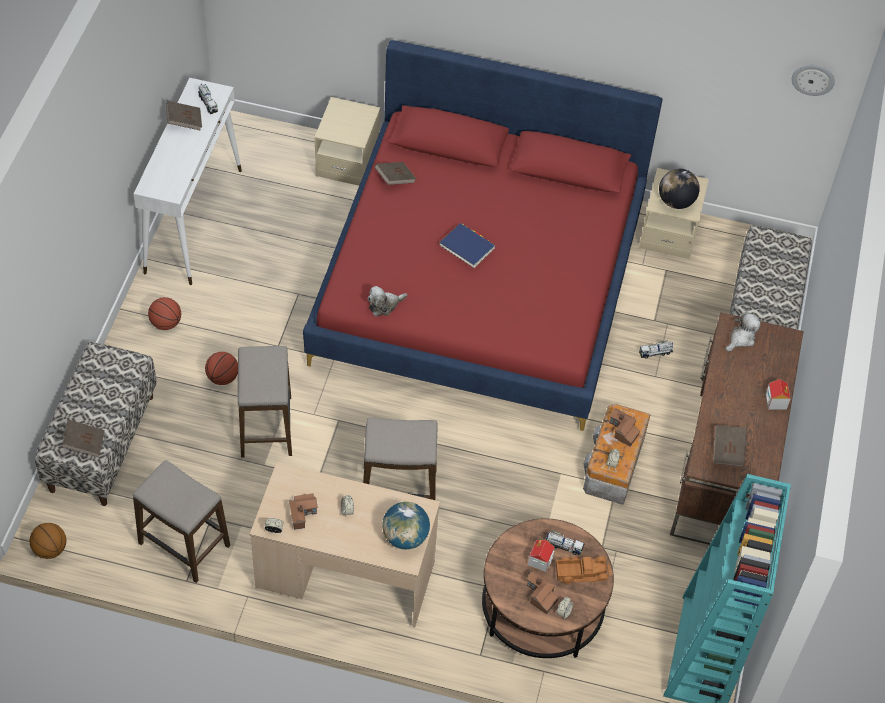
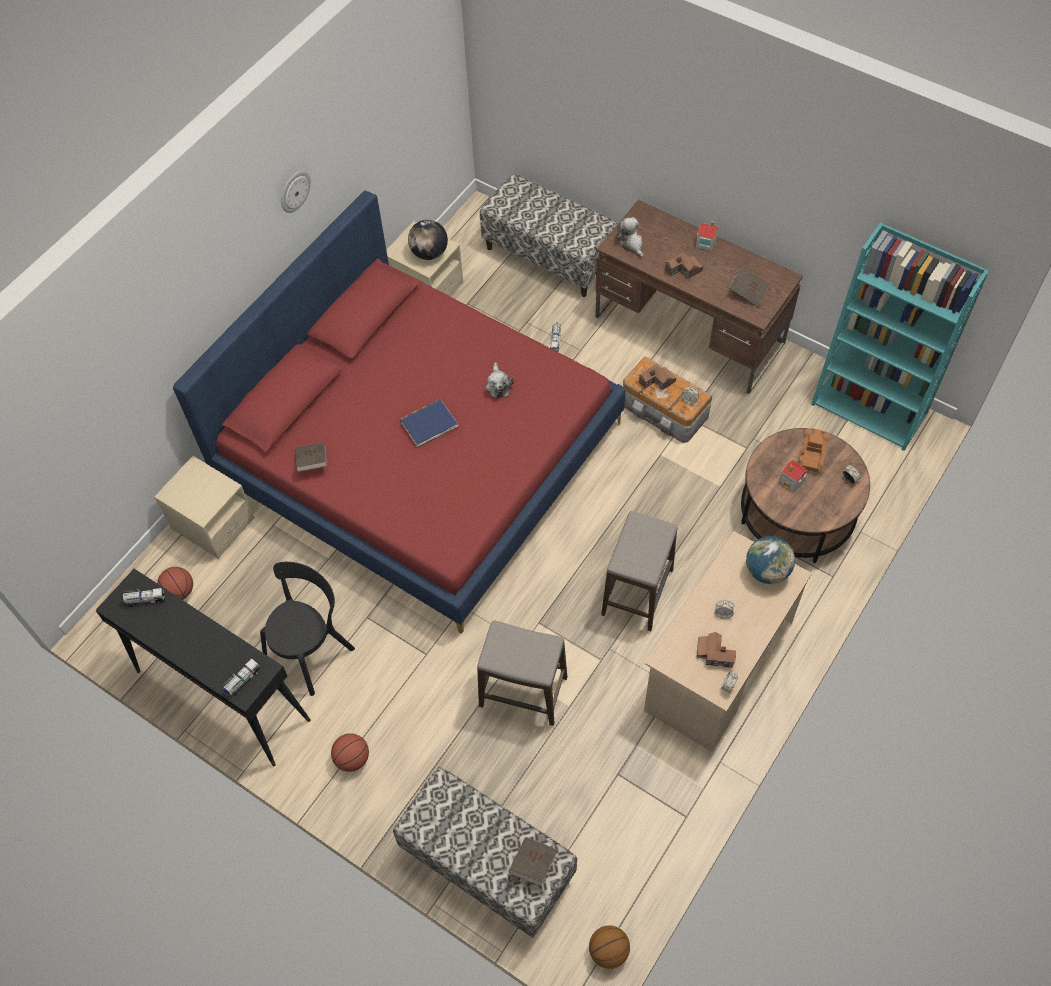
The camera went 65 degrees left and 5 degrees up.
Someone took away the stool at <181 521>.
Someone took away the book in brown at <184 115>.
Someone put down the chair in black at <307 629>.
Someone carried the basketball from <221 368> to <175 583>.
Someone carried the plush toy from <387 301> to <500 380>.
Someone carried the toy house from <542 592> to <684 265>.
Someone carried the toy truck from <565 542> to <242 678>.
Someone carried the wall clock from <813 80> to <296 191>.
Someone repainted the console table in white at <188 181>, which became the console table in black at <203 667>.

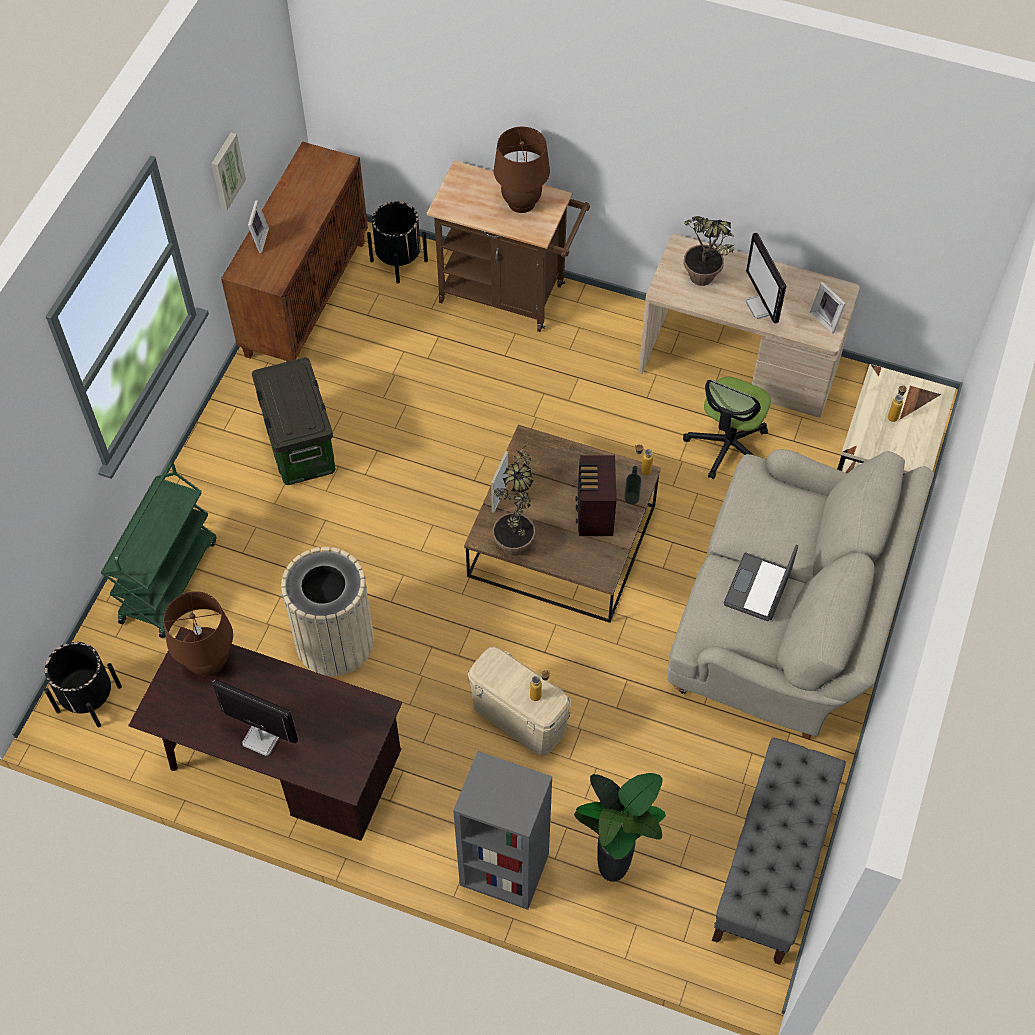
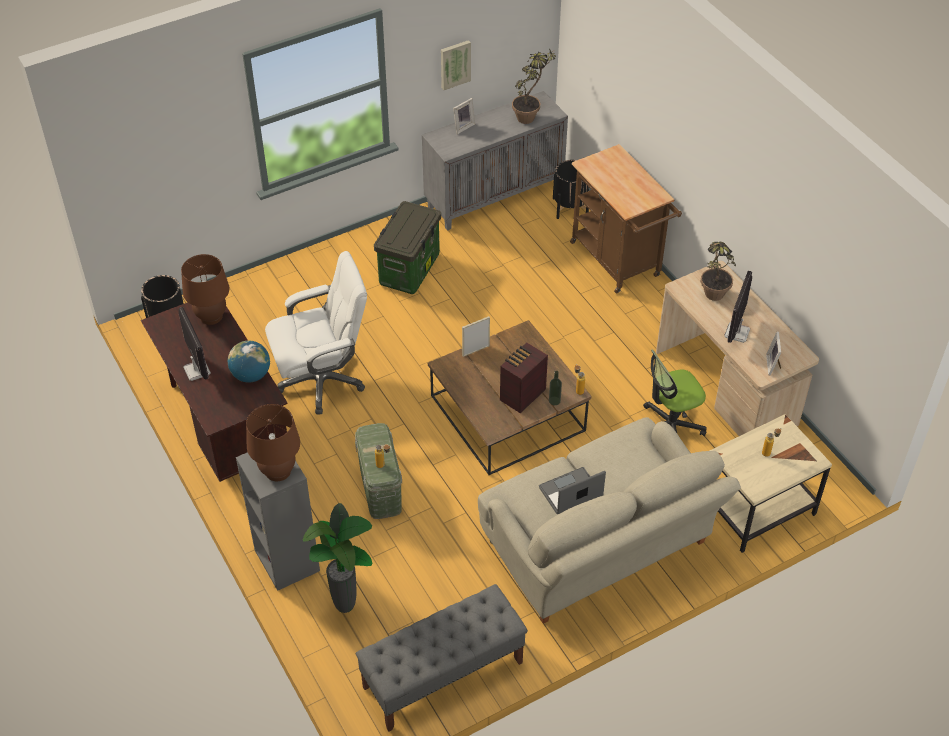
The camera went 40 degrees right and 10 degrees down.
Someone took away the cart in green at <158 550>.
Someone put down the globe at <249 362>.
Someone carried the potted plant from <514 500> to <535 86>.
Someone carried the table lamp in brown from <522 170> to <273 442>.
Someone swapped the trash can in beige at <327 611> for the office chair in white at <316 332>.
Someone repainted the cabinet in brown at <294 252>, which became the cabinet in grey at <495 161>.
Someone repainted the storage box in beige at <520 701>, which became the storage box in green at <378 471>.

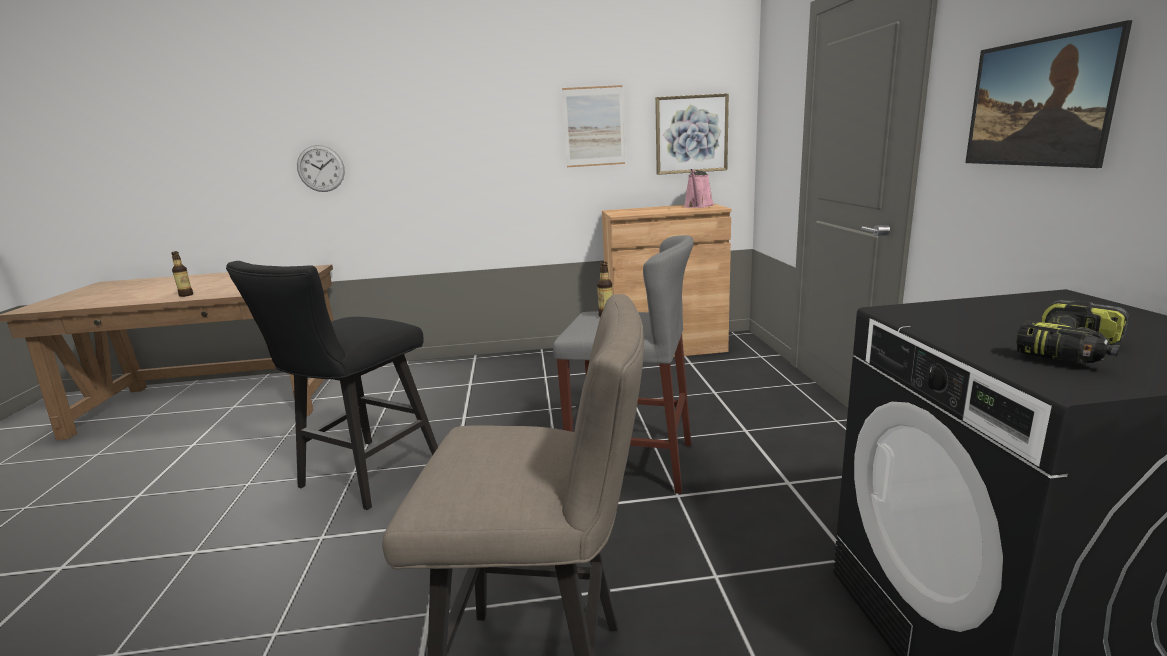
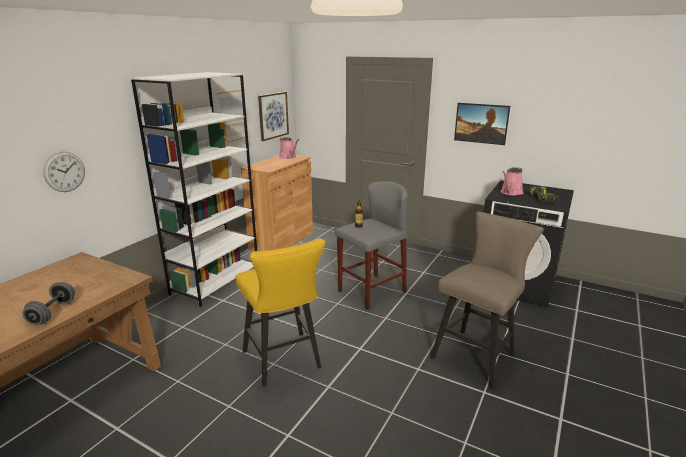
The camera went 55 degrees left and 5 degrees up.
Someone put down the bookcase in white at <194 189>.
Someone put down the watering can in pink at <512 181>.
Someone swapped the bottle at <182 274> for the dumbbell in grey at <48 303>.
Someone repainted the stool in black at <332 385>, which became the stool in yellow at <280 313>.

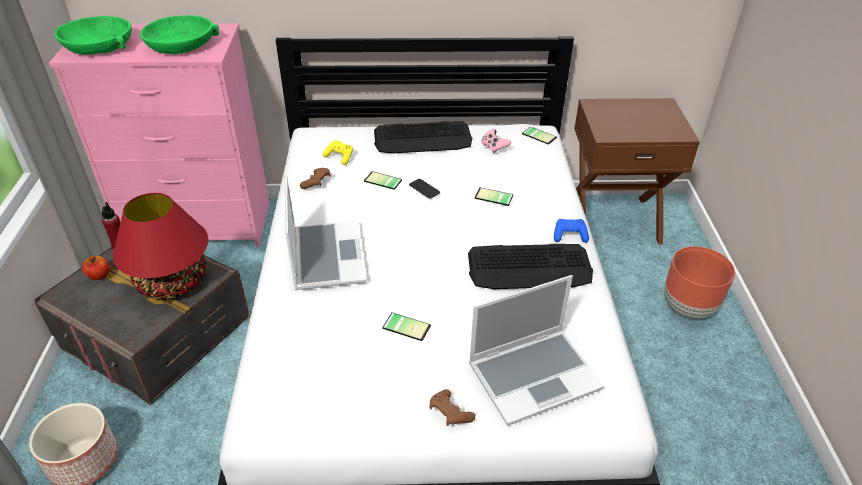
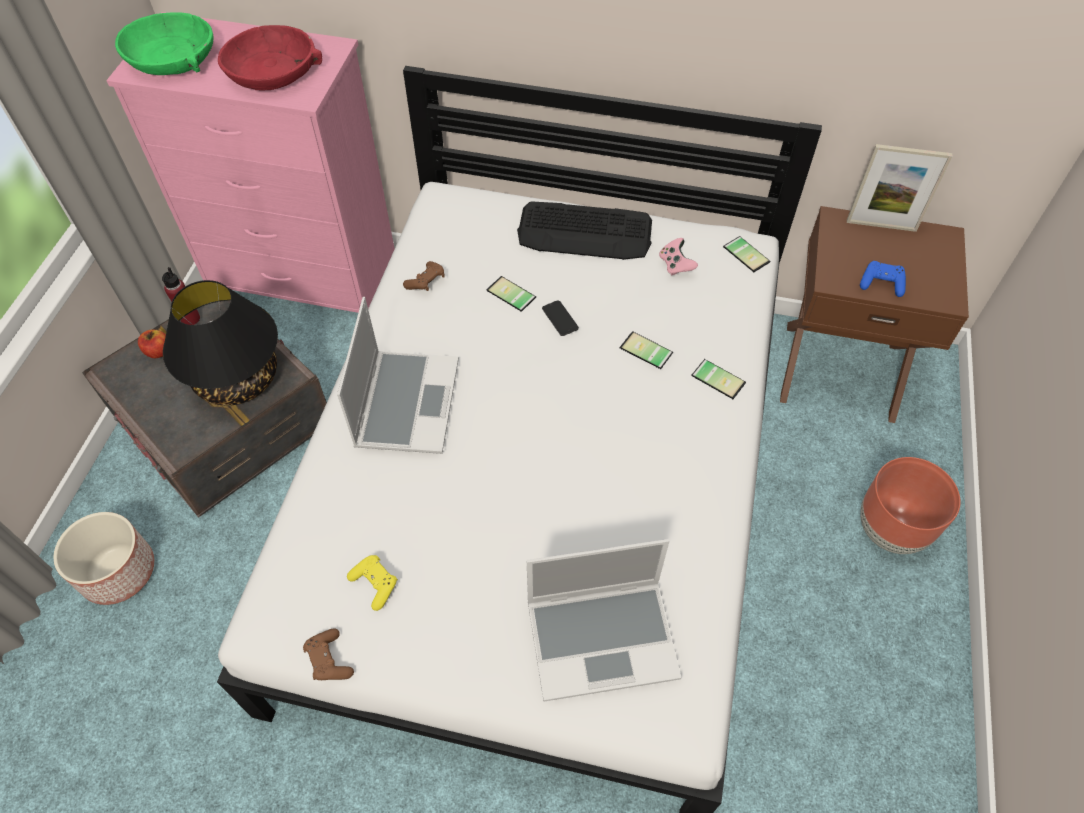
The camera went 15 degrees right and 15 degrees up.
Someone took away the keyboard at <530 267>.
Someone put down the picture frame at <899 188>.
Someone carried the game controller in yellow from <337 152> to <372 583>.
Someone carried the phone from <406 327> to <718 379>.
Someone carried the game controller in brown from <452 407> to <328 654>.
Someone carried the game controller in blue from <571 231> to <883 279>.
Someone repainted the table lamp in red at <160 246>, which became the table lamp in black at <220 343>.
Someone repainted the bowl in green at <179 34>, which became the bowl in red at <270 58>.

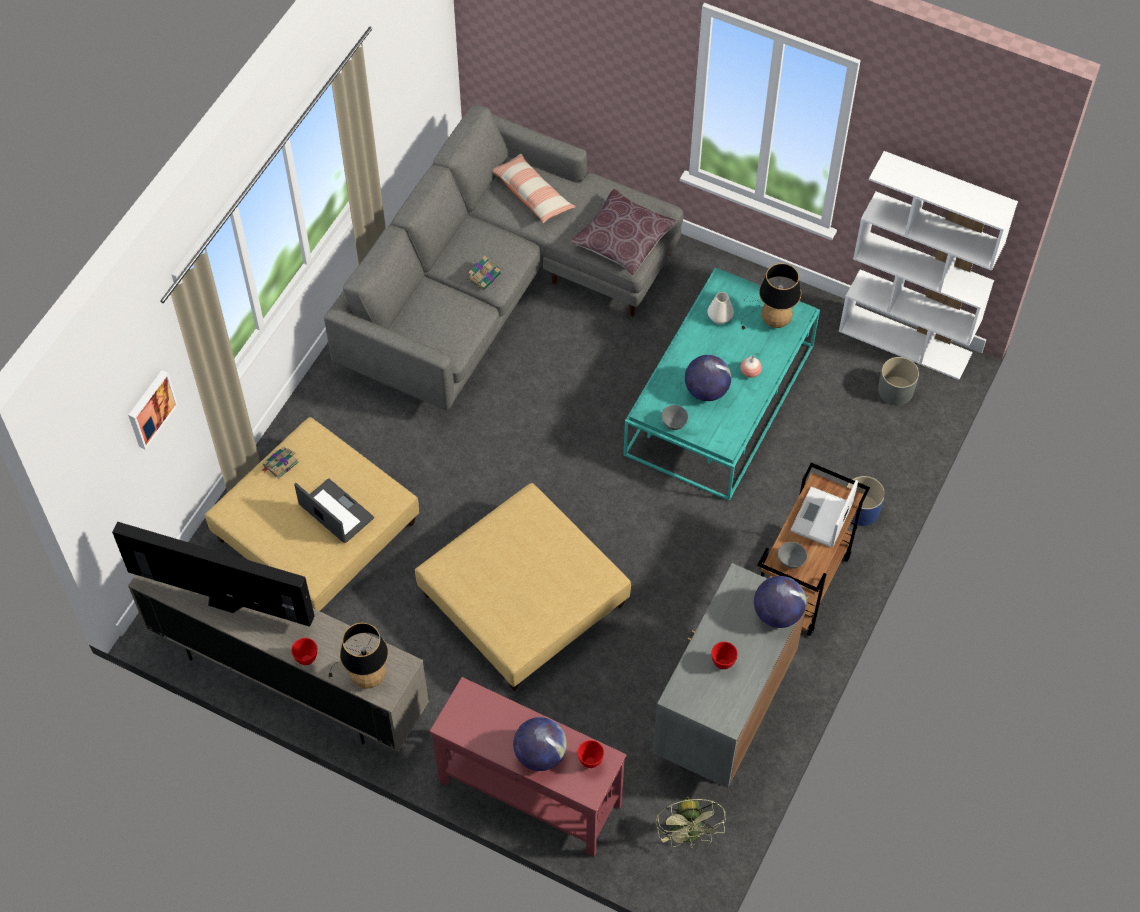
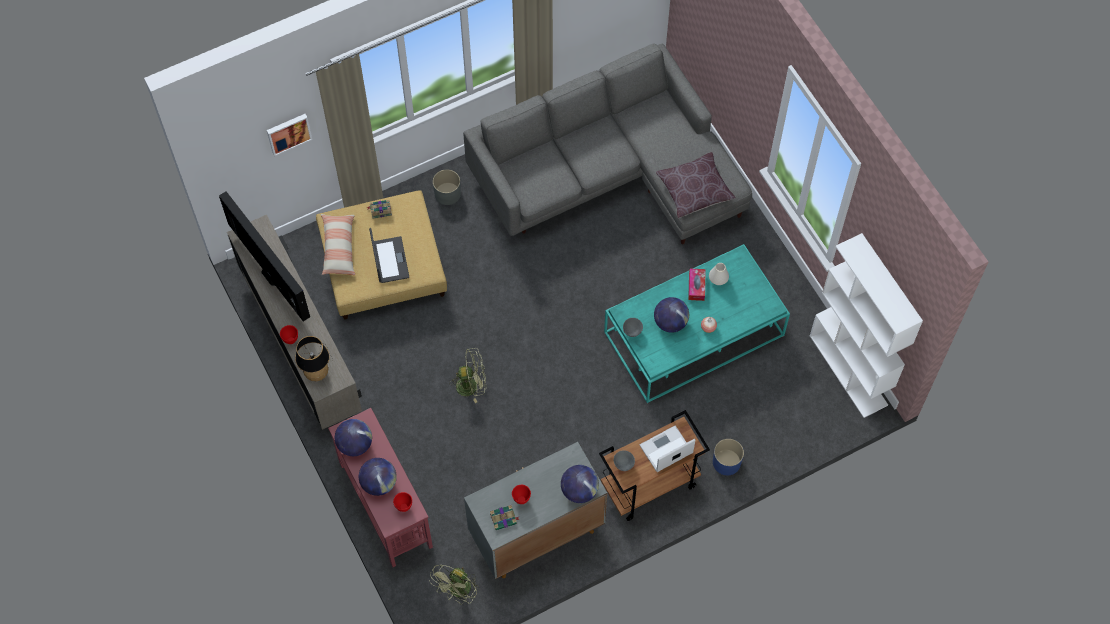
The camera went 35 degrees right and 5 degrees up.
Someone took away the table lamp at <771 296>.
Someone put down the globe at <353 437>.
Someone put down the tissue box at <697 285>.
Someone carried the book from <484 273> to <504 517>.
Someone carried the pillow from <534 188> to <338 244>.
Someone carried the planter in grey from <898 381> to <447 187>.
Someone swapped the ottoman in beige at <523 587> for the fan in green at <467 375>.

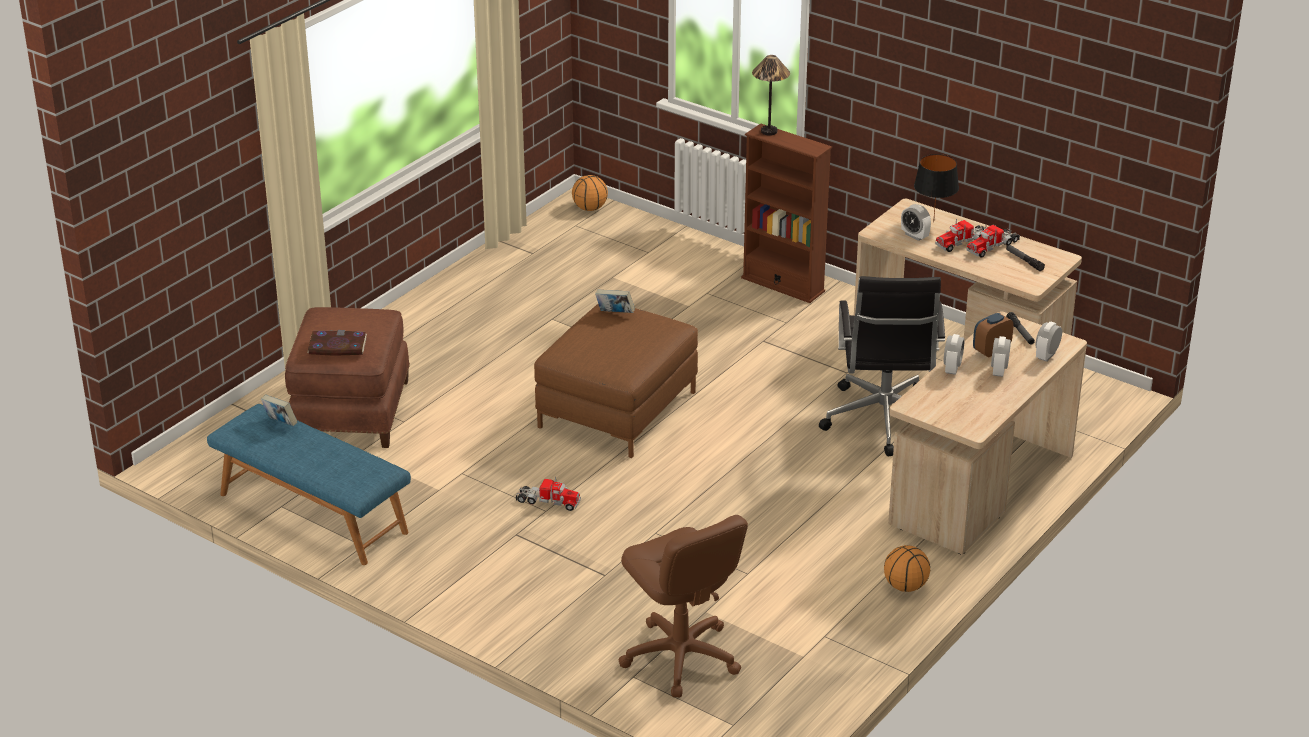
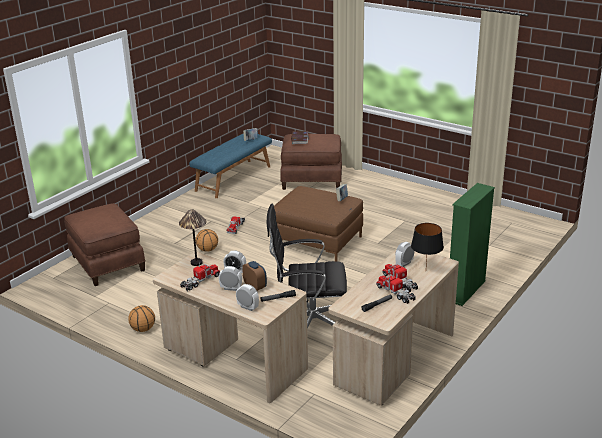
The camera went 90 degrees right and 5 degrees down.
Someone put down the toy truck at <200 276>.
Someone carried the basketball from <590 193> to <207 240>.
Someone carried the table lamp from <771 95> to <192 237>.
Someone swapped the office chair in brown at <683 606> for the ottoman in brown at <104 244>.
Someone repainted the bookcase in brown at <786 213>, which became the bookcase in green at <472 244>.

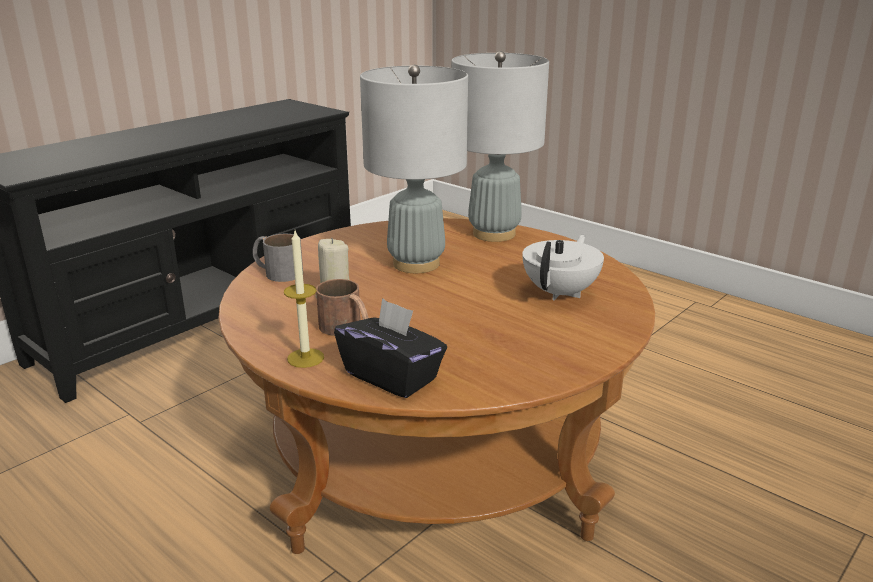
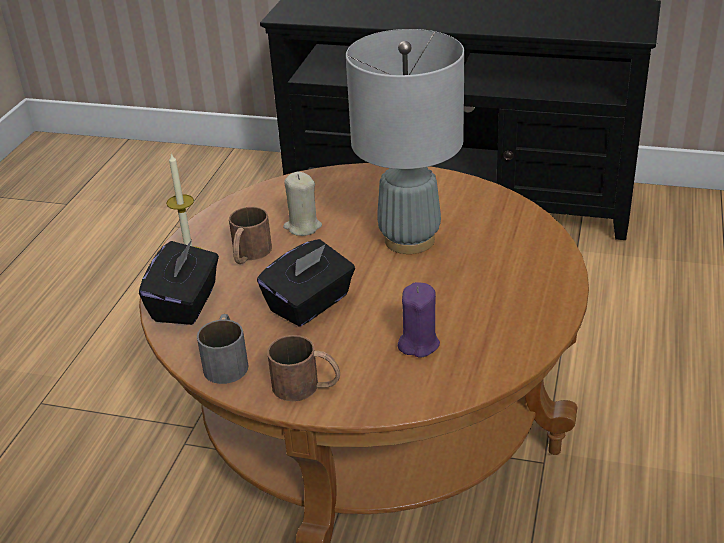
The camera went 65 degrees right and 10 degrees up.
Someone took away the table lamp in grey at <500 146>.
Someone put down the tissue box in black at <306 283>.
Someone put down the mug in brown at <303 368>.
Someone carried the mug in grey from <278 258> to <222 349>.
Someone swapped the teapot in white at <563 267> for the candle in purple at <419 320>.

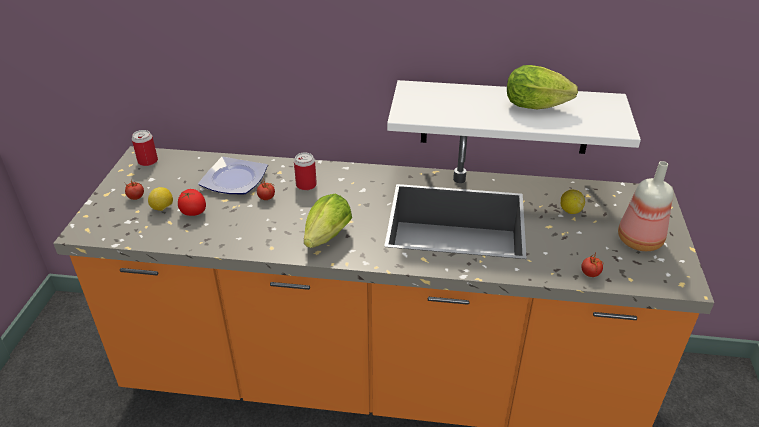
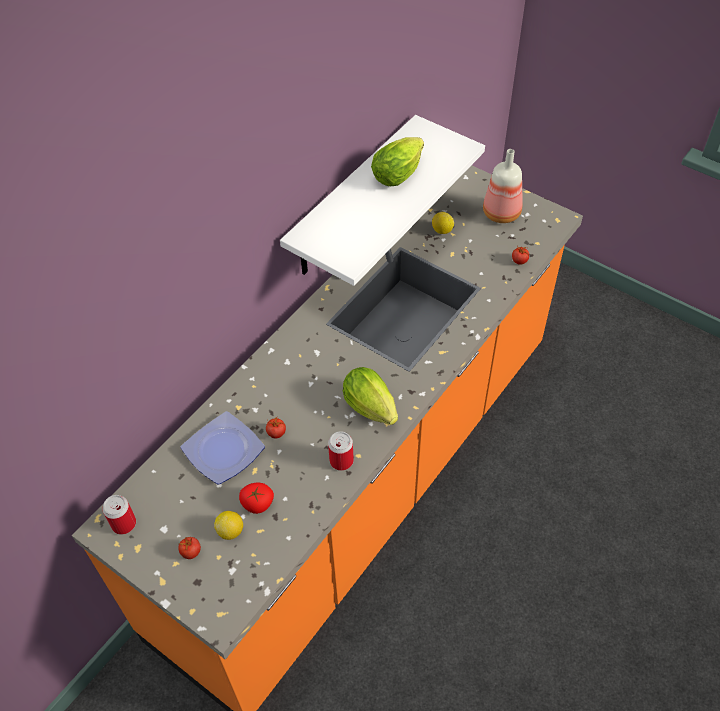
The camera went 60 degrees left and 15 degrees up.
Someone carried the can from <305 172> to <341 451>.

